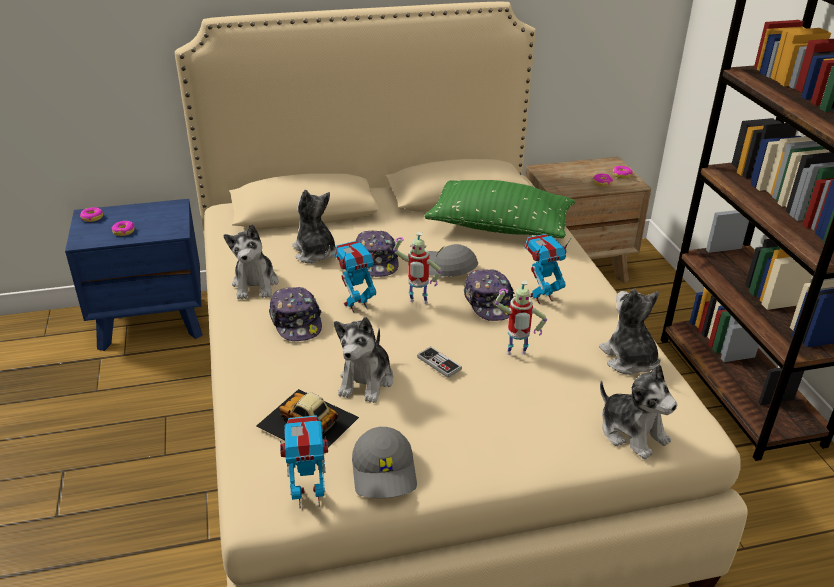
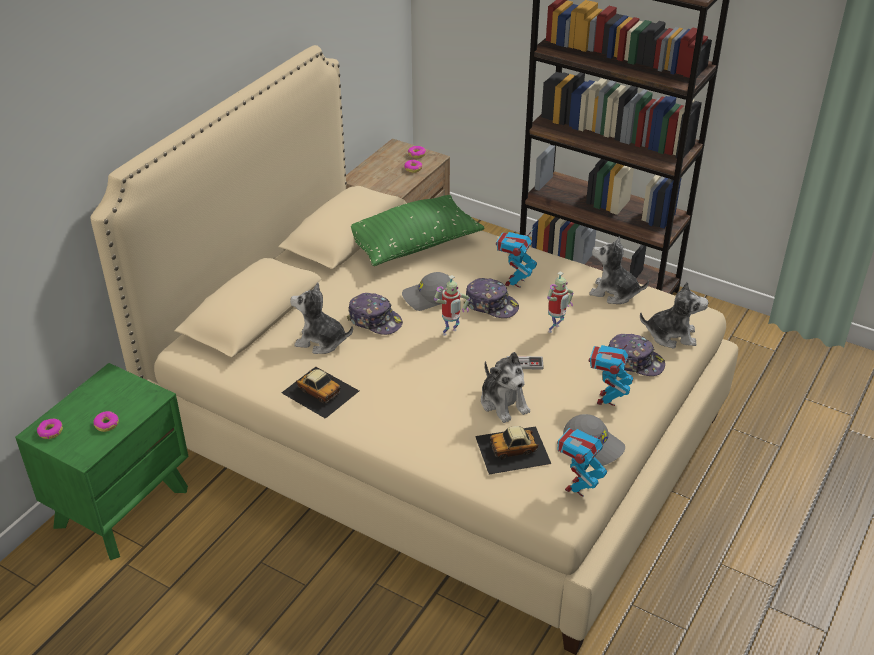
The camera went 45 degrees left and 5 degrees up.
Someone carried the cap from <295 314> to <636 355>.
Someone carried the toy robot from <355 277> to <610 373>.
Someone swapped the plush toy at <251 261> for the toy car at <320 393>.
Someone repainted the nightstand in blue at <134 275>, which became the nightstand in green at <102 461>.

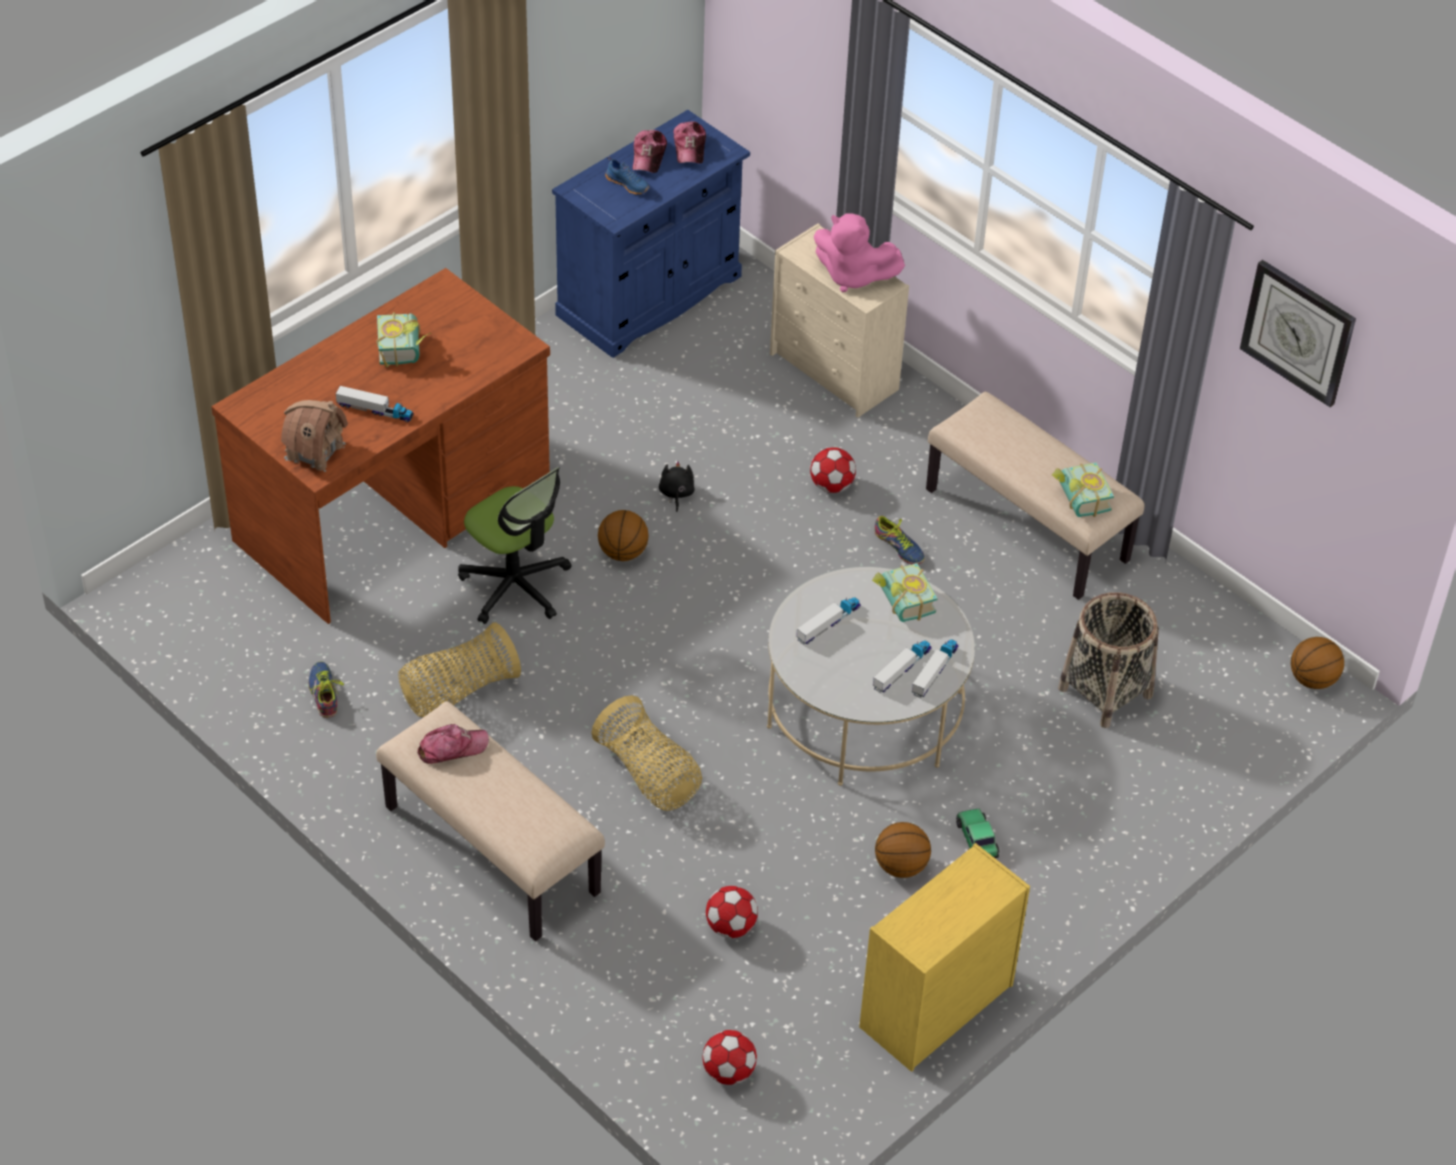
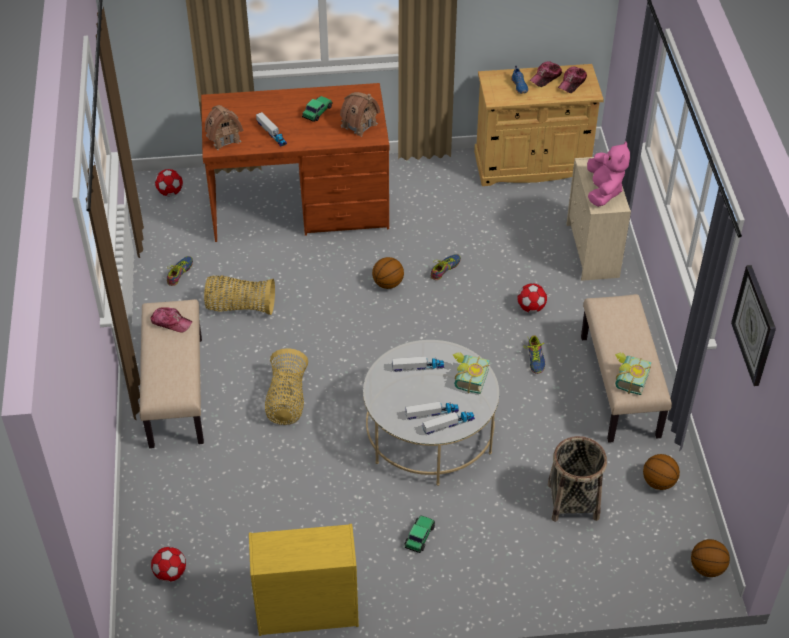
The camera went 40 degrees right and 0 degrees up.
Someone took away the office chair at <514 545>.
Someone put down the toy house at <360 114>.
Someone carried the football from <732 912> to <169 182>.
Someone carried the basketball from <903 850> to <661 472>.
Someone swapped the book at <403 339> for the toy car at <317 109>.
Someone swapped the plush toy in black at <677 486> for the shoe at <446 267>.
Someone repainted the cabinet in blue at <651 234>, which became the cabinet in beige at <539 125>.
Someone rotated the plush toy in pink at <859 252> by 150 degrees counterclockwise.

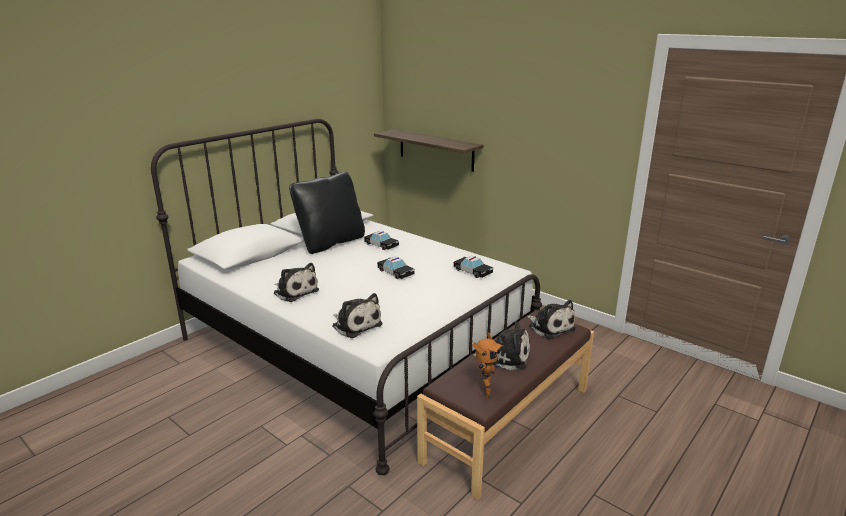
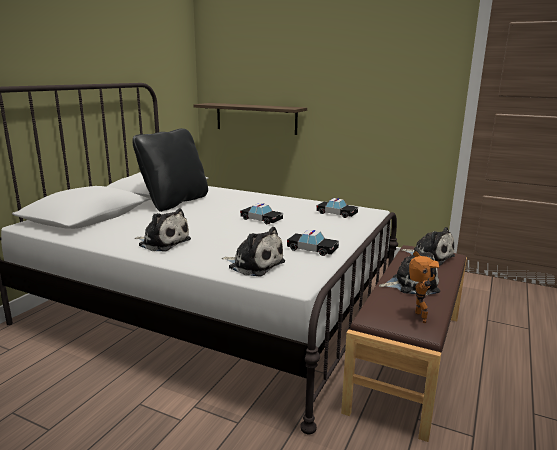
The camera went 15 degrees left and 5 degrees down.
Someone carried the toy car from <381 240> to <313 243>.

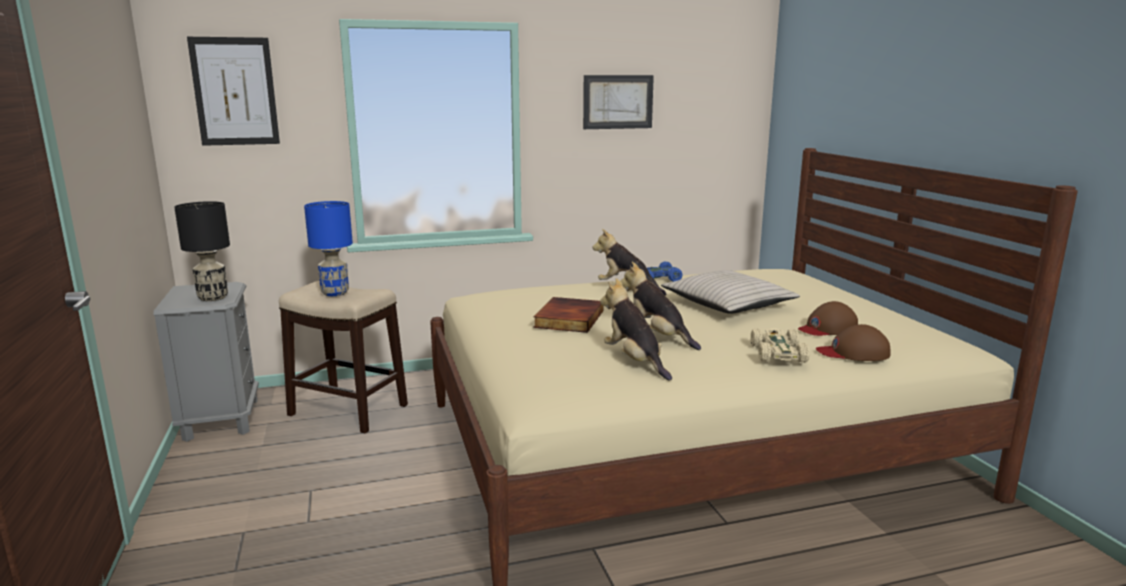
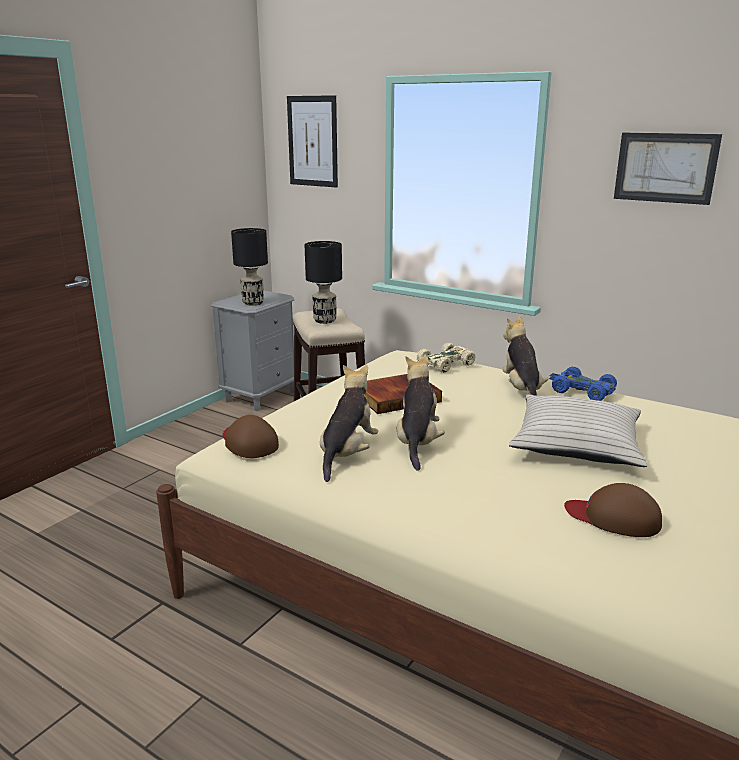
The camera went 50 degrees right and 5 degrees up.
Someone carried the toy car in beige from <780 345> to <446 357>.
Someone carried the cap in brown from <853 342> to <251 436>.
Someone repainted the table lamp in blue at <328 248>, which became the table lamp in black at <323 282>.

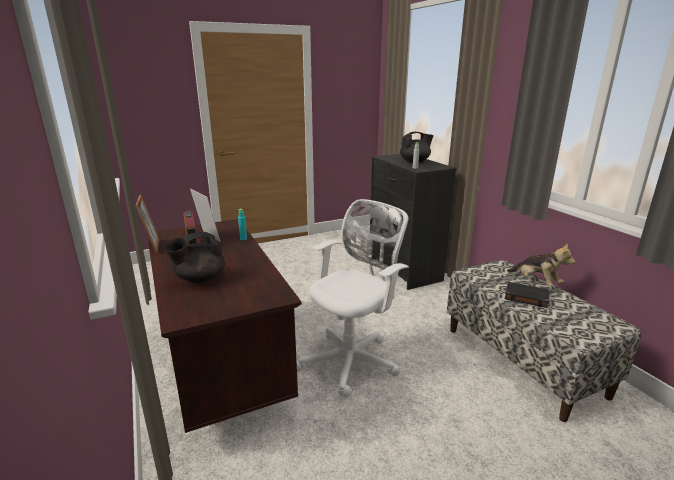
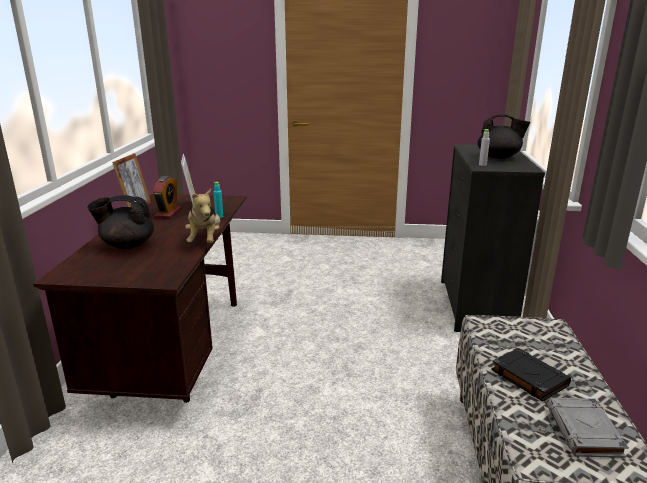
The camera went 30 degrees right and 0 degrees up.
Someone took away the office chair in white at <352 298>.
Someone put down the book in grey at <587 428>.
Someone carried the plush toy from <541 265> to <202 215>.

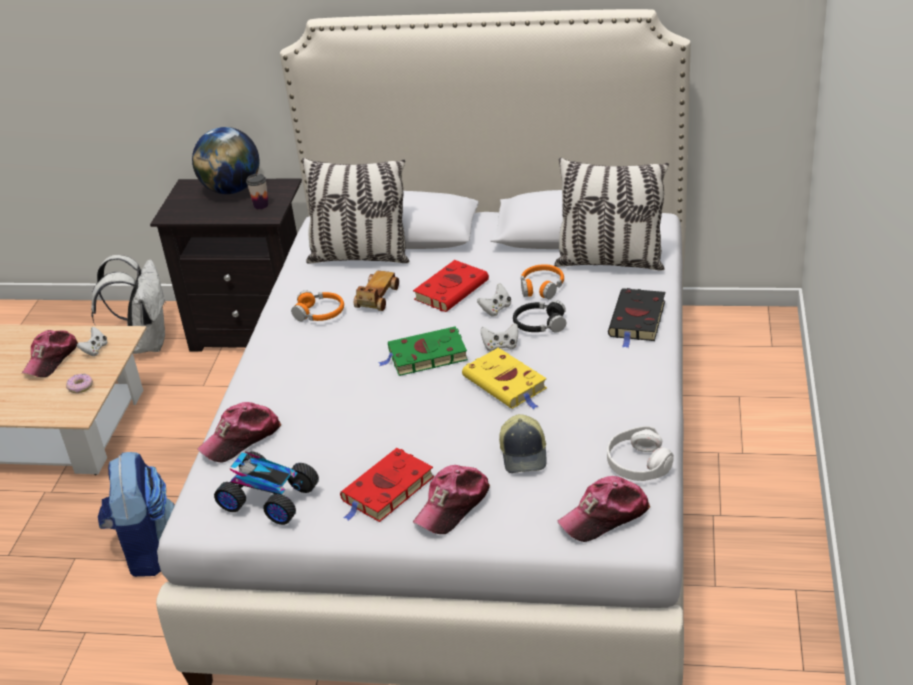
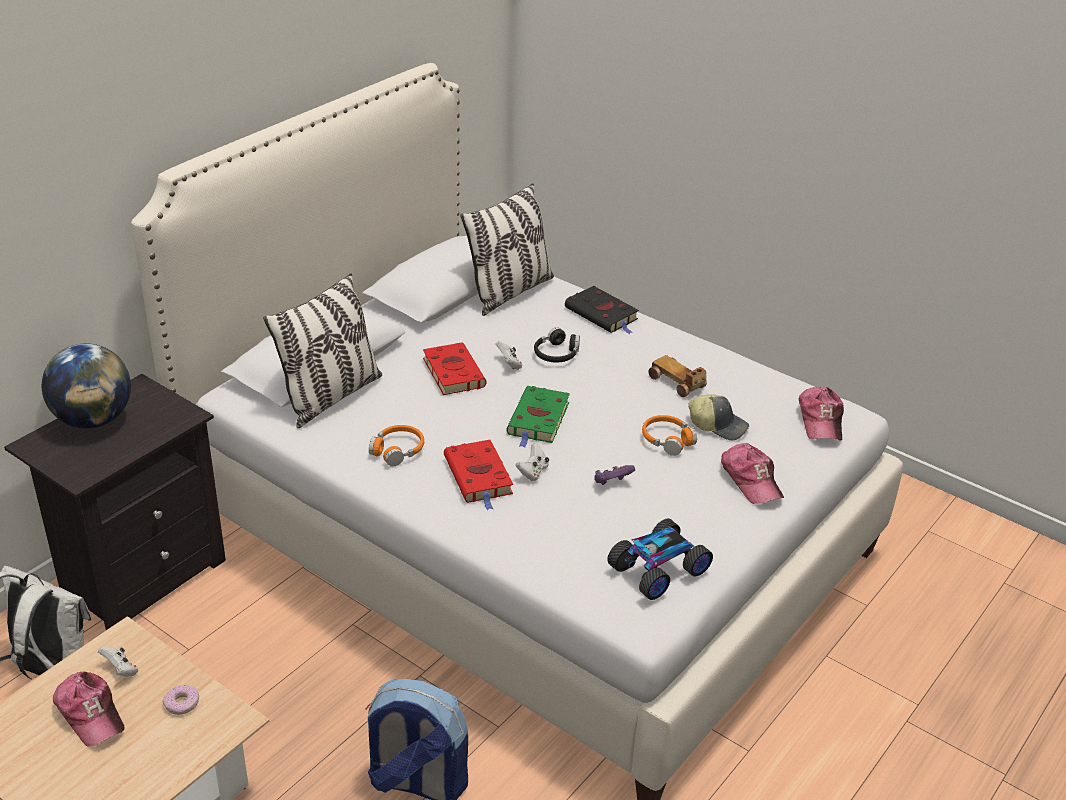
The camera went 65 degrees left and 0 degrees up.
Someone took away the cap at <239 432>.
Someone took away the cup at <257 191>.
Someone took away the book in yellow at <504 378>.
Someone took away the headphones in white at <640 453>.
Someone put down the game controller in purple at <614 475>.
Someone carried the book in red from <387 485> to <478 475>.
Someone carried the toy car from <376 291> to <677 376>.
Someone carried the game controller in white from <499 337> to <532 462>.
Someone carried the headphones in orange from <542 281> to <669 435>.

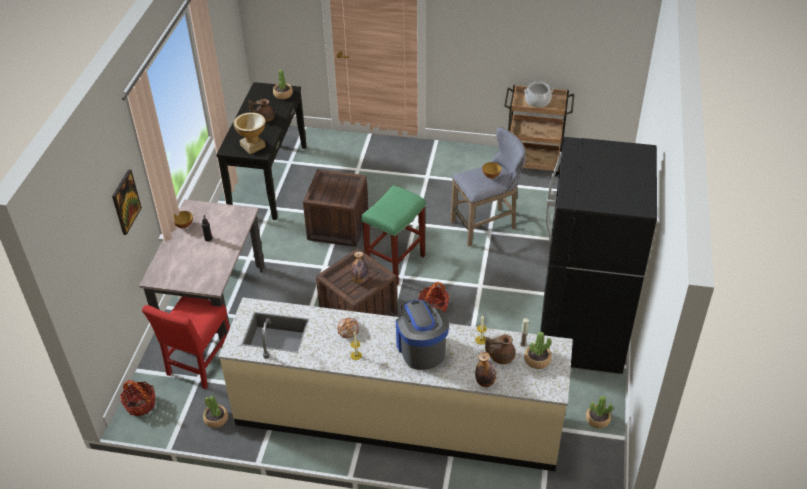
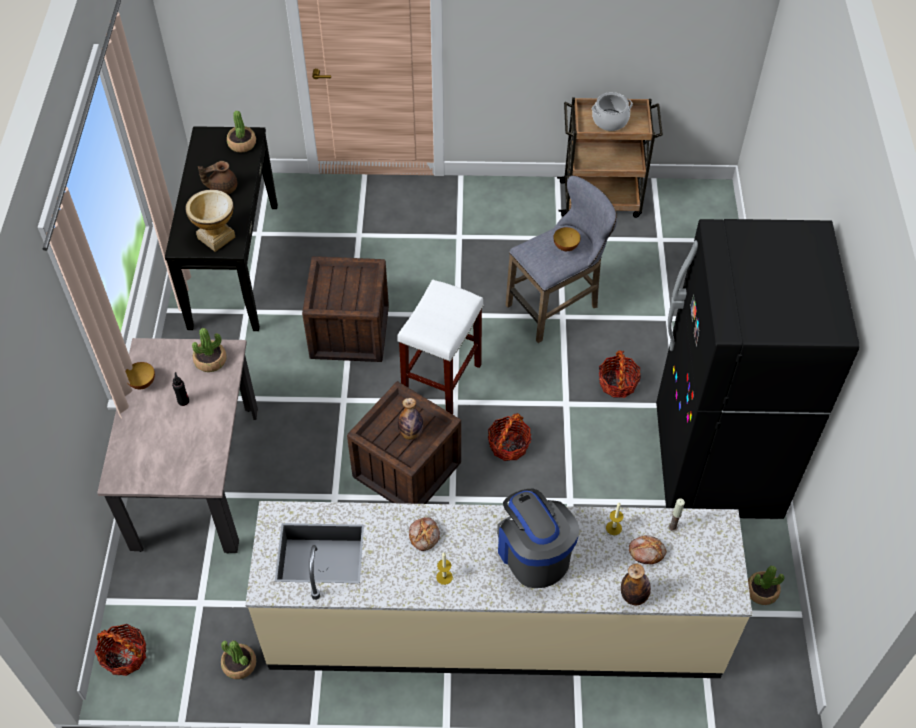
The camera went 10 degrees left and 10 degrees up.
Someone took away the picture at <127 202>.
Someone took away the chair in red at <186 342>.
Someone put down the basket at <620 374>.
Someone carried the potted plant from <538 350> to <209 350>.
Someone swapped the teapot in brown at <500 349> for the bread at <647 549>.
Someone repainted the stool in green at <393 235>, which became the stool in white at <440 346>.

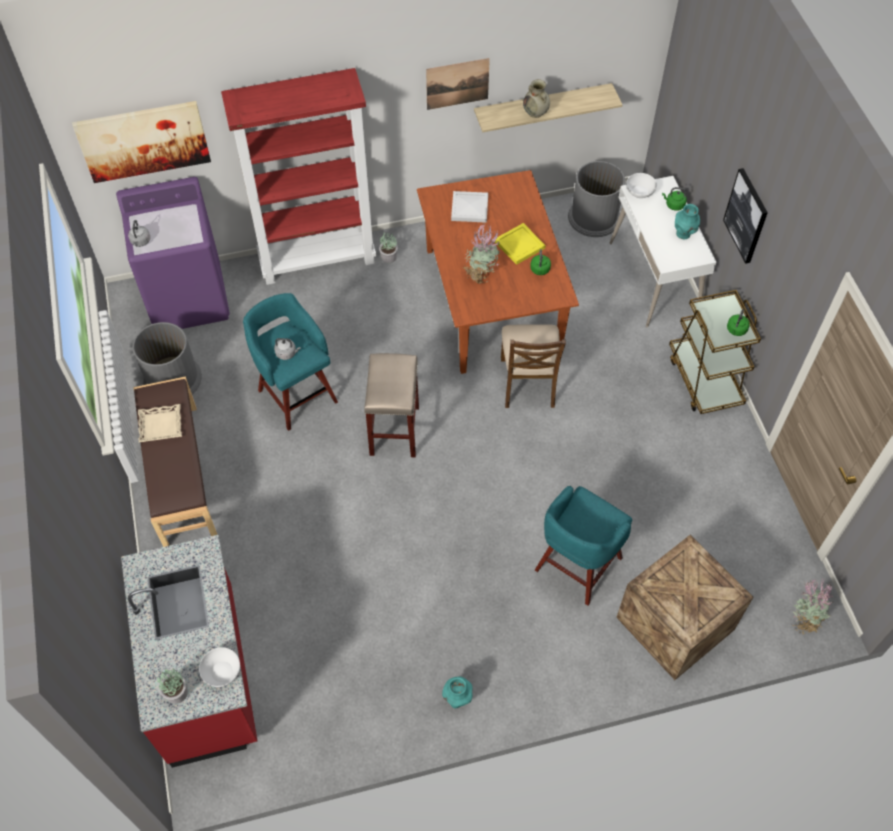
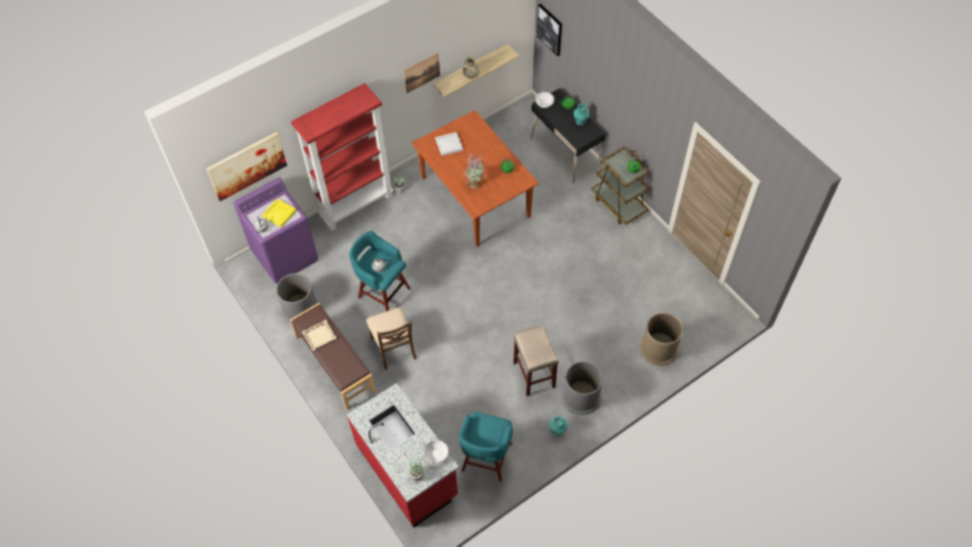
The camera went 20 degrees left and 0 degrees up.
Someone took away the potted plant at <813 606>.
Someone carried the stool in beige from <391 405> to <535 360>.
Someone carried the tray in yellow from <520 244> to <279 212>.
Someone carried the chair in brown from <533 366> to <391 338>.
Someone carried the stool in turquoise from <583 545> to <486 447>.
Someone carried the trash can in grey from <596 199> to <582 388>.
Someone carried the picture from <745 216> to <549 30>.
Someone swapped the crate at <684 607> for the trash can in brown at <661 339>.
Someone repainted the desk in white at <663 252>, which became the desk in black at <568 136>.

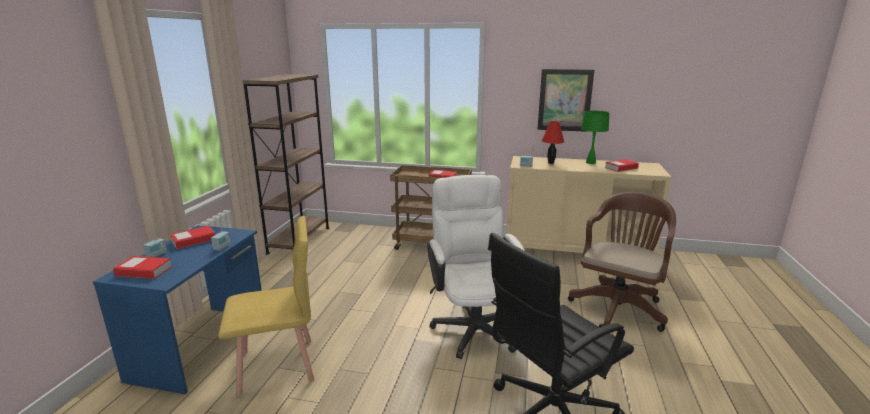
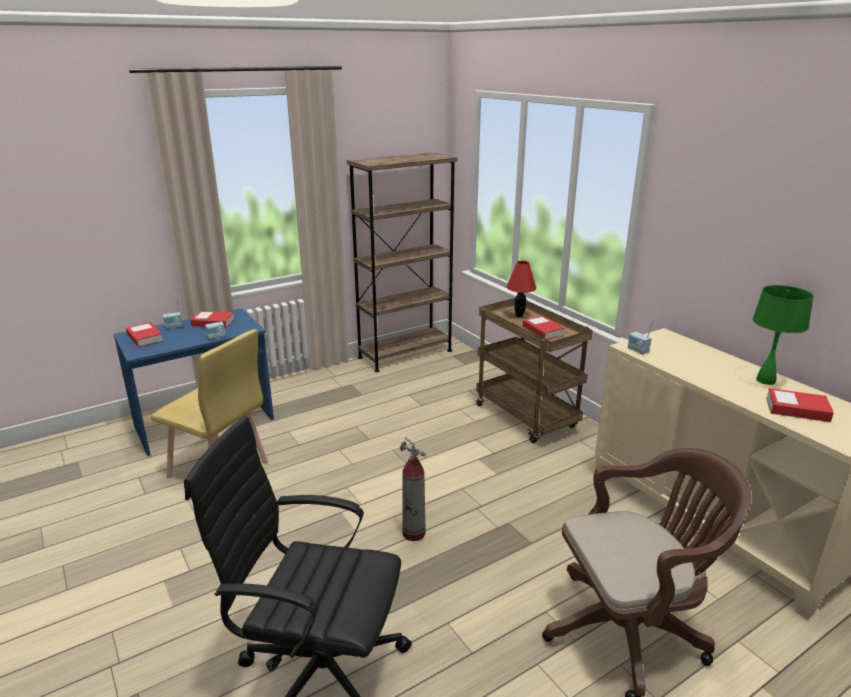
The camera went 45 degrees right and 5 degrees up.
Someone took away the picture at <565 100>.
Someone carried the table lamp in red from <553 142> to <521 289>.
Someone swapped the office chair in white at <476 267> for the fire extinguisher at <413 489>.

